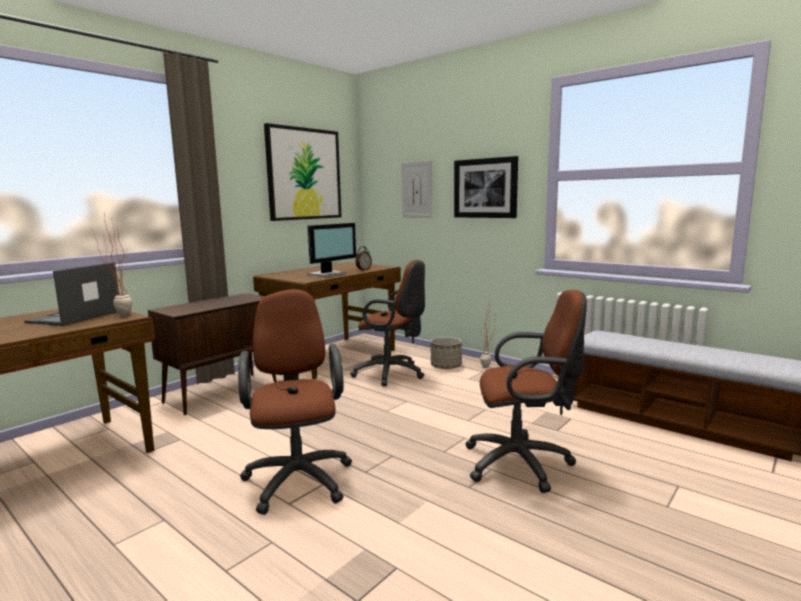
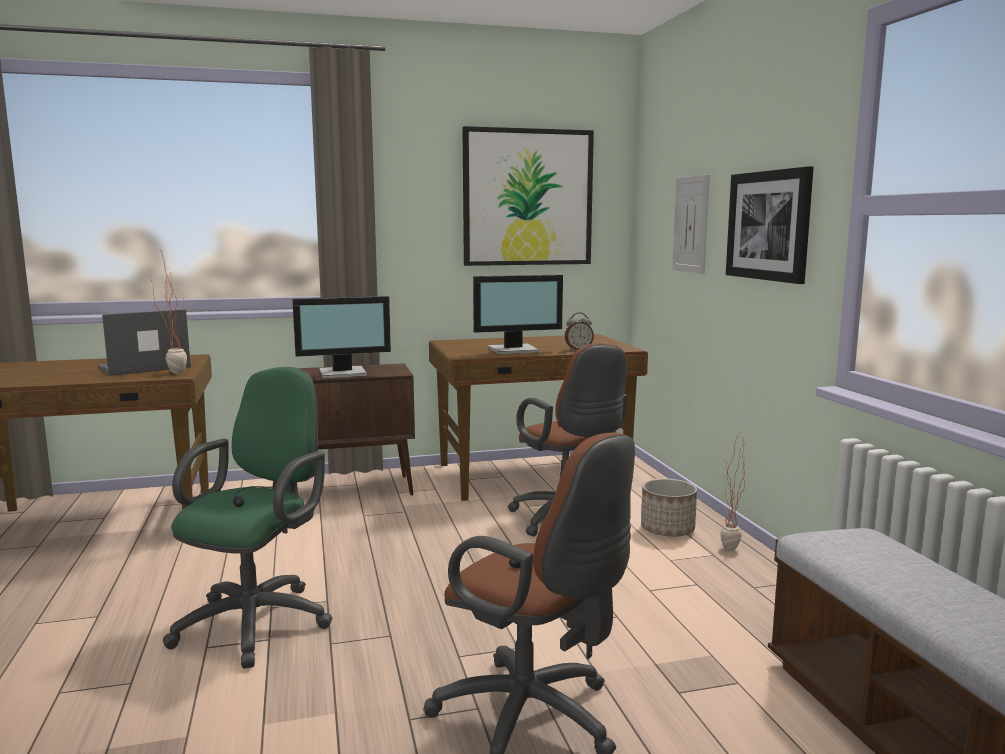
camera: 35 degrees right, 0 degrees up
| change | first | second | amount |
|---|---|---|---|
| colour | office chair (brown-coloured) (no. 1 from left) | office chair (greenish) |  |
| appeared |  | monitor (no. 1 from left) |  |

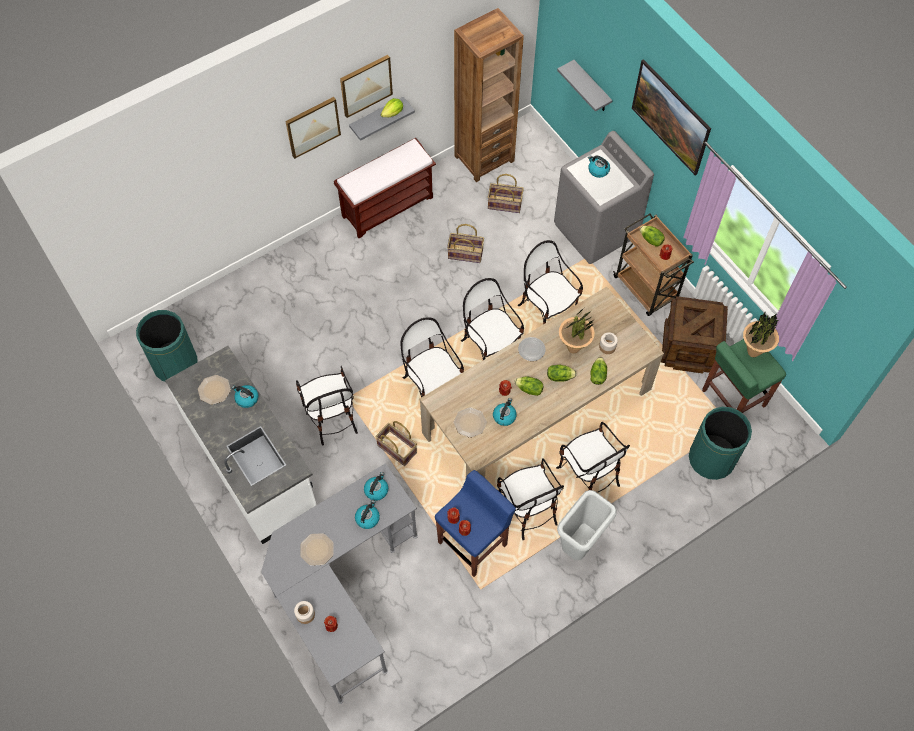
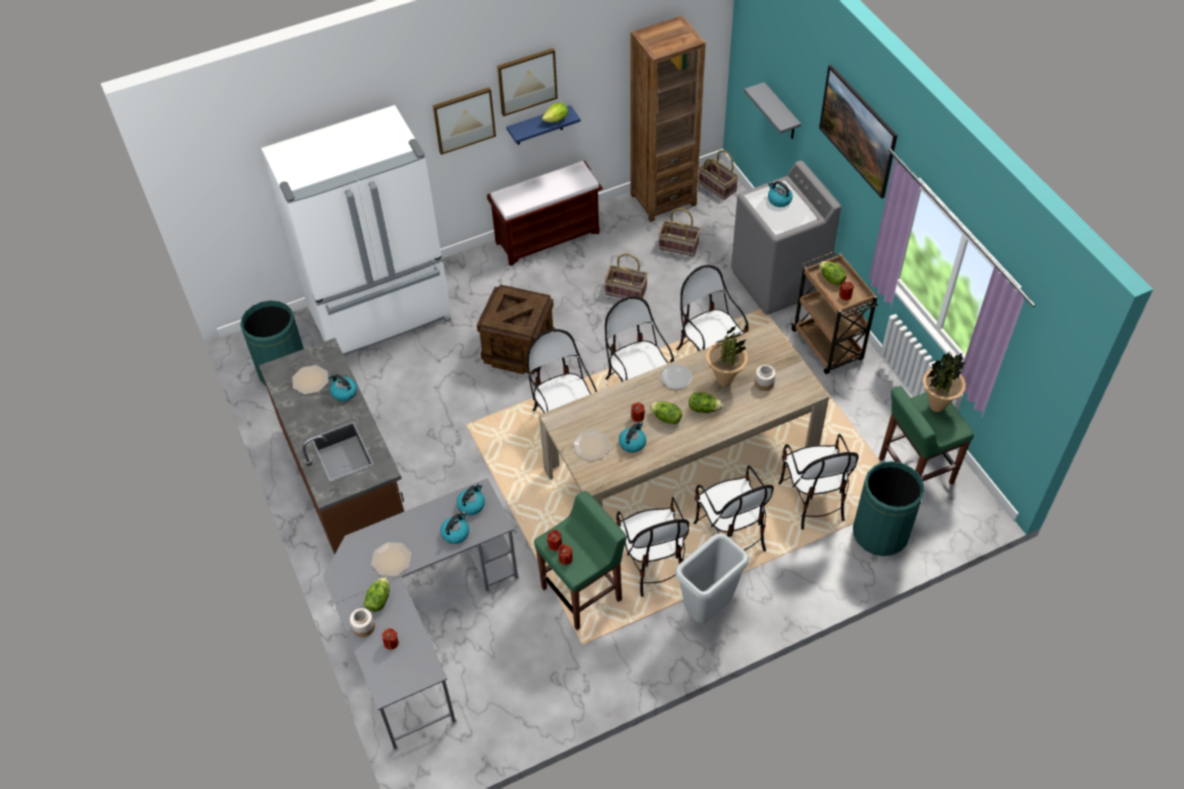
camera: 10 degrees right, 10 degrees down
| change | first | second | amount |
|---|---|---|---|
| colour | kitchen counter (whitish) | kitchen counter (brown-coloured) |  |
| relocated | plain chair (no. 1 from left in the first image) | plain chair (no. 6 from left) |  |
| colour | wall shelf (grey) (no. 1 from left) | wall shelf (blue-coloured) |  |
| relocated | household basket (no. 1 from left in the first image) | household basket (no. 3 from left) |  |
| colour | sitting stool (blue-coloured) | sitting stool (greenish) (no. 1 from left) |  |
| relocated | lettuce (no. 4 from left in the first image) | lettuce (no. 1 from left) |  |
| relocated | crate |  |  |
| appeared |  | kitchen fridge (whitish) |  |

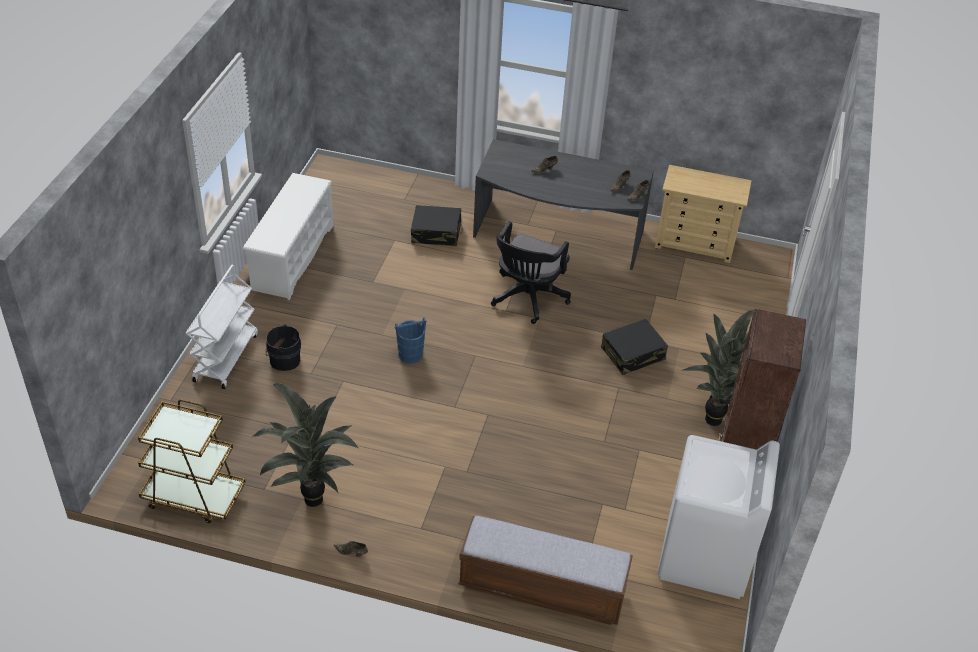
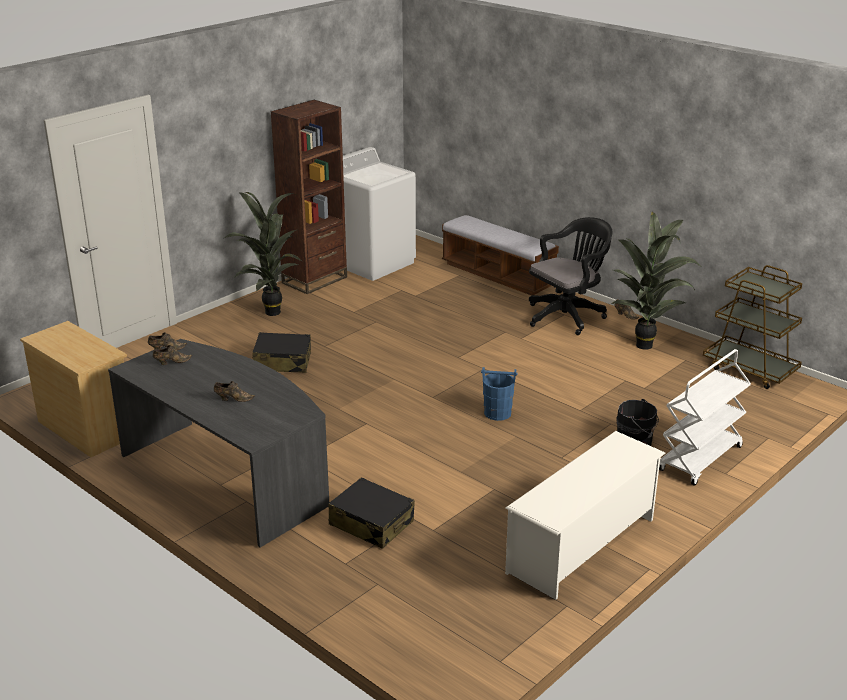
camera: 150 degrees left, 15 degrees down
| change | first | second | amount |
|---|---|---|---|
| relocated | office chair (black-coloured) |  |  |

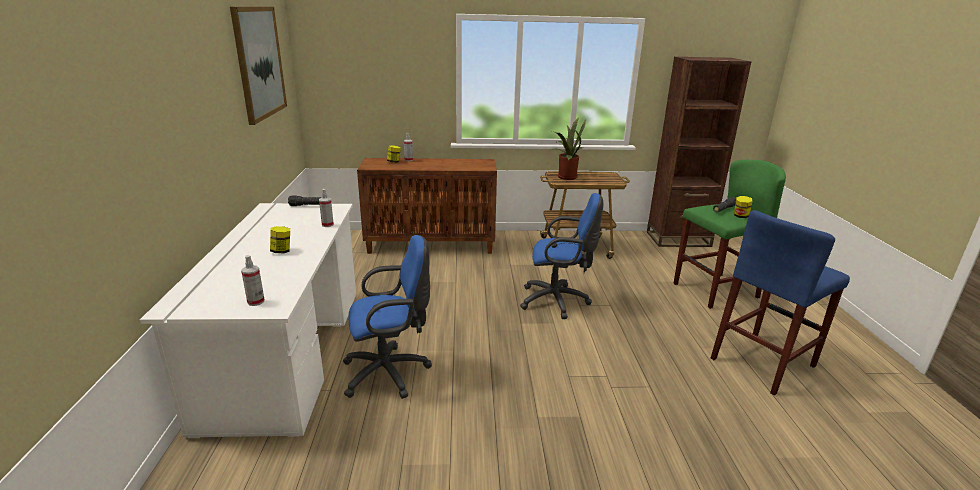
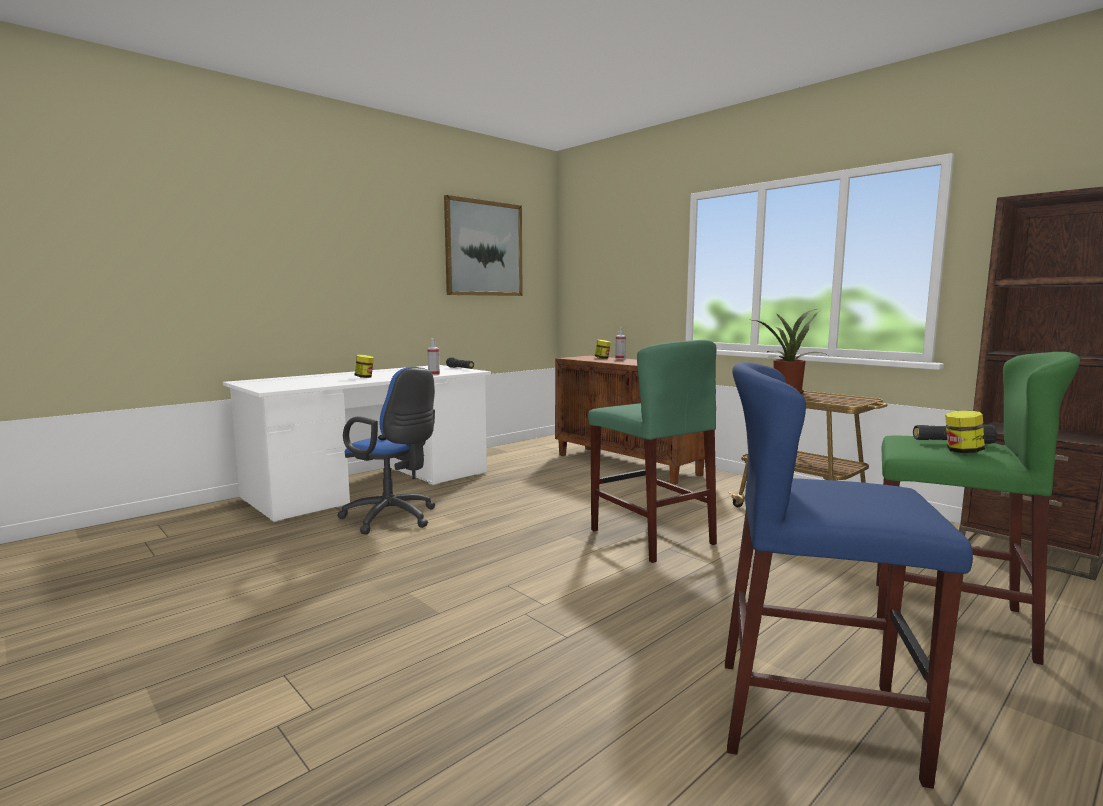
camera: 50 degrees right, 15 degrees down
| change | first | second | amount |
|---|---|---|---|
| missing | spray bottle (no. 1 from left) |  |  |
| exchanged | office chair (blue-coloured) (no. 2 from left) | sitting stool (greenish) (no. 1 from left) |  |

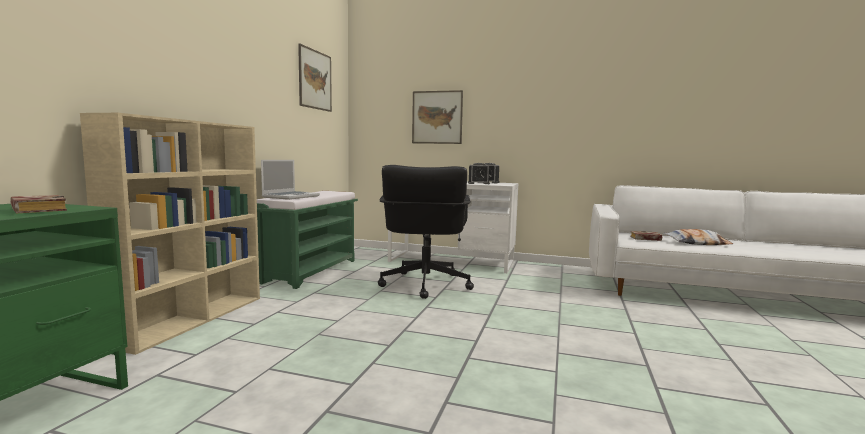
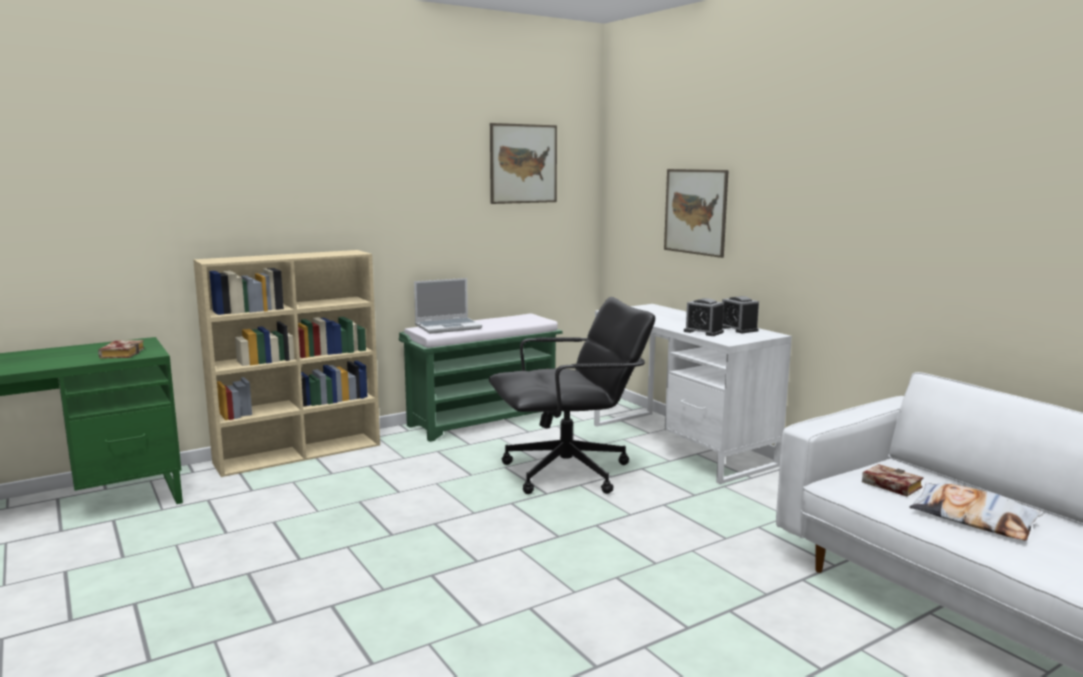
camera: 40 degrees right, 5 degrees up
| change | first | second | amount |
|---|---|---|---|
| spun | office chair (black-coloured) |  | 150 degrees counterclockwise |

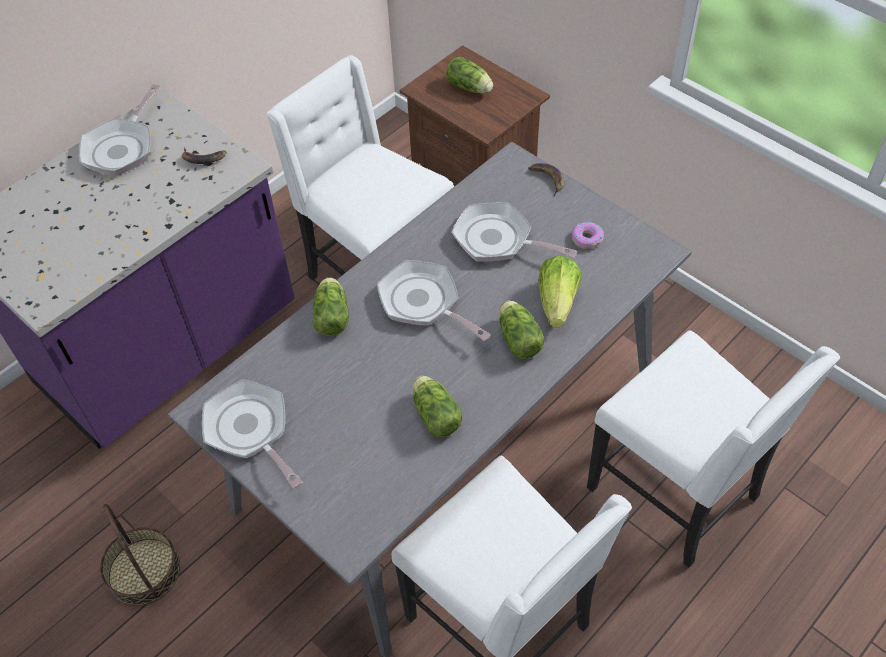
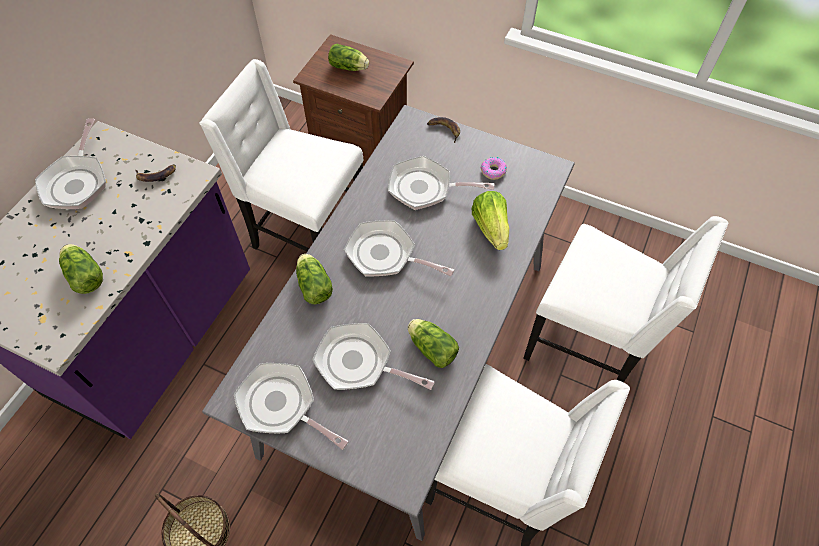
camera: 20 degrees left, 5 degrees up
| change | first | second | amount |
|---|---|---|---|
| relocated | lettuce (no. 4 from left in the first image) | lettuce (no. 1 from left) |  |
| appeared |  | frying pan (no. 3 from left) |  |

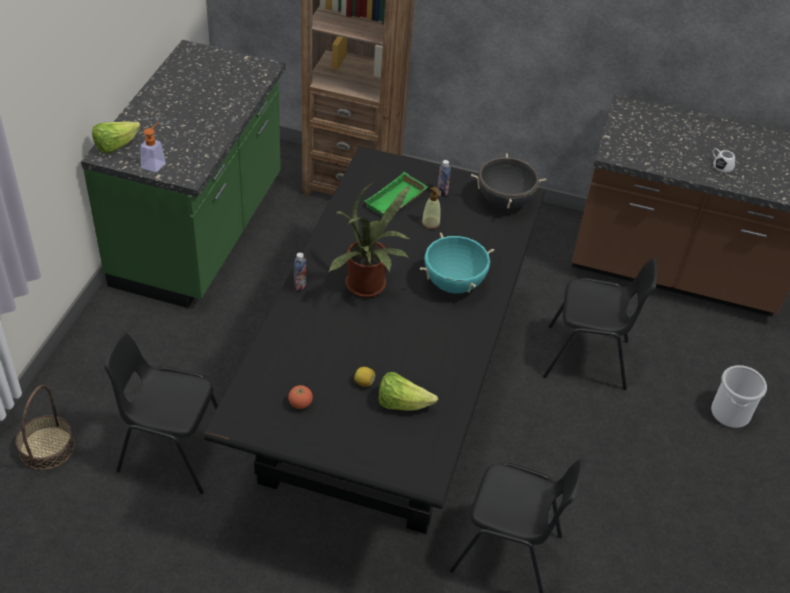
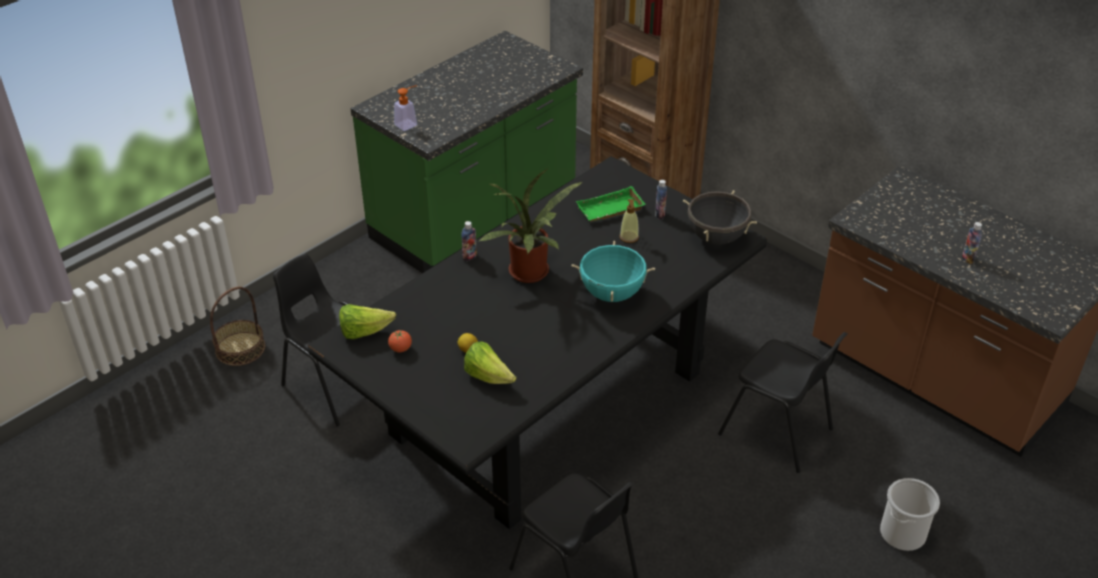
camera: 30 degrees right, 5 degrees down
| change | first | second | amount |
|---|---|---|---|
| relocated | lettuce (no. 1 from left) |  |  |
| exchanged | coffee mug (whitish) | drink bottle (no. 3 from left) |  |

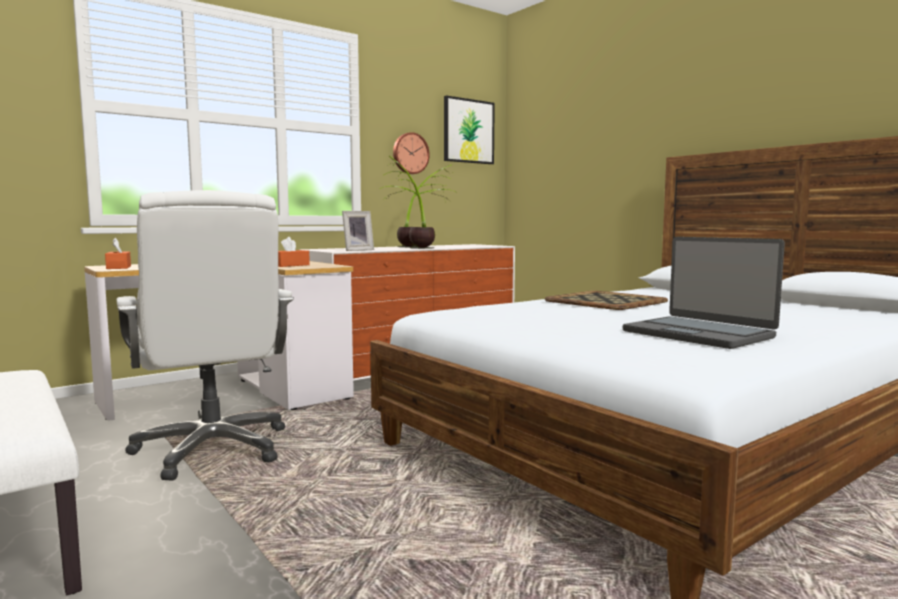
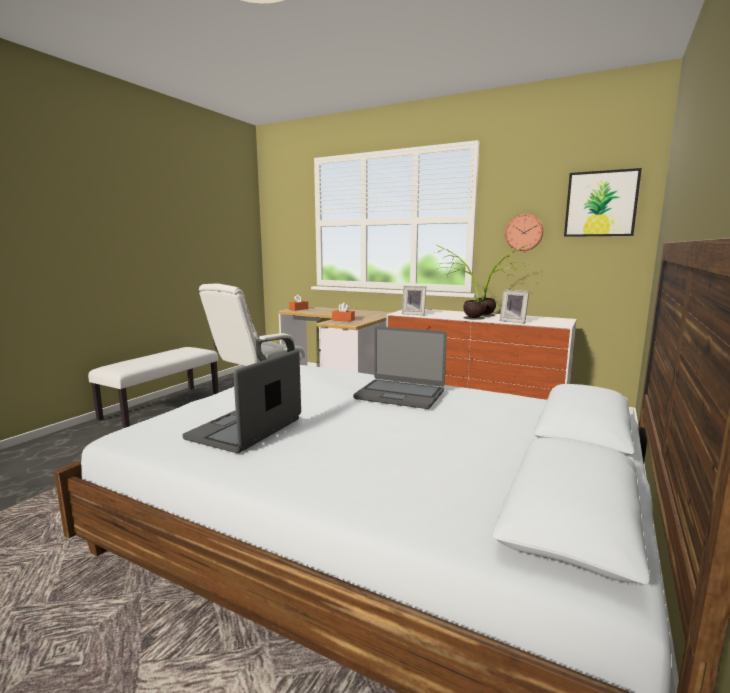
camera: 65 degrees right, 5 degrees up
| change | first | second | amount |
|---|---|---|---|
| exchanged | tray | portable computer (no. 2 from left) |  |
| appeared |  | picture frame (no. 2 from left) |  |

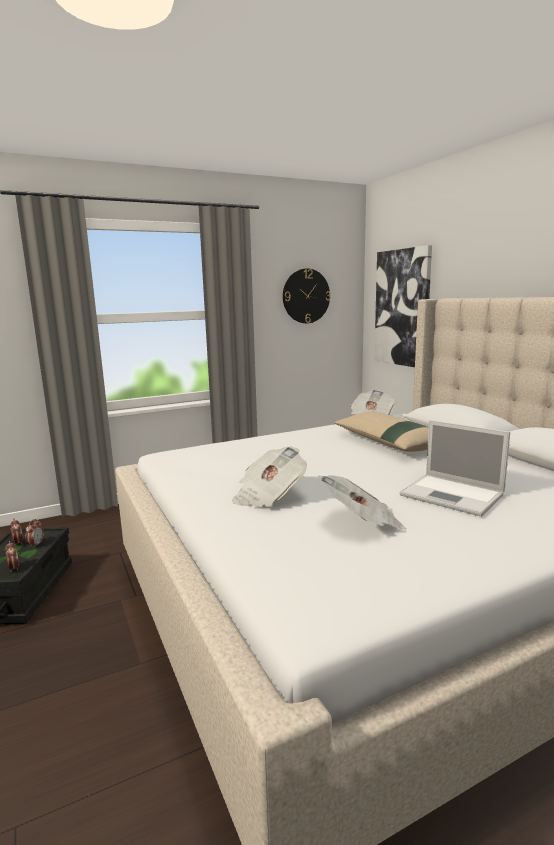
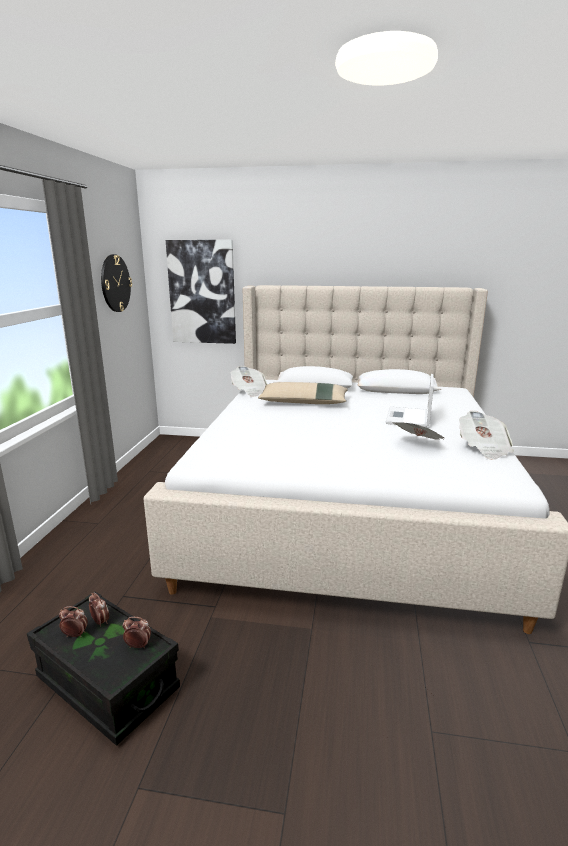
camera: 55 degrees left, 5 degrees up
| change | first | second | amount |
|---|---|---|---|
| relocated | printed paper (no. 1 from left in the first image) | printed paper (no. 3 from left) |  |
| spun | portable computer |  | 120 degrees clockwise |

